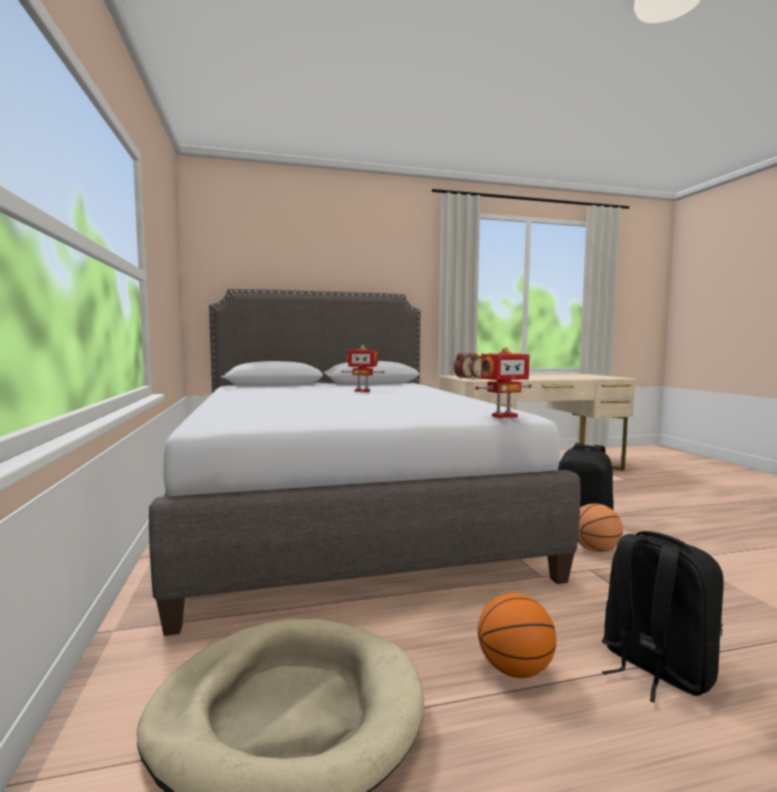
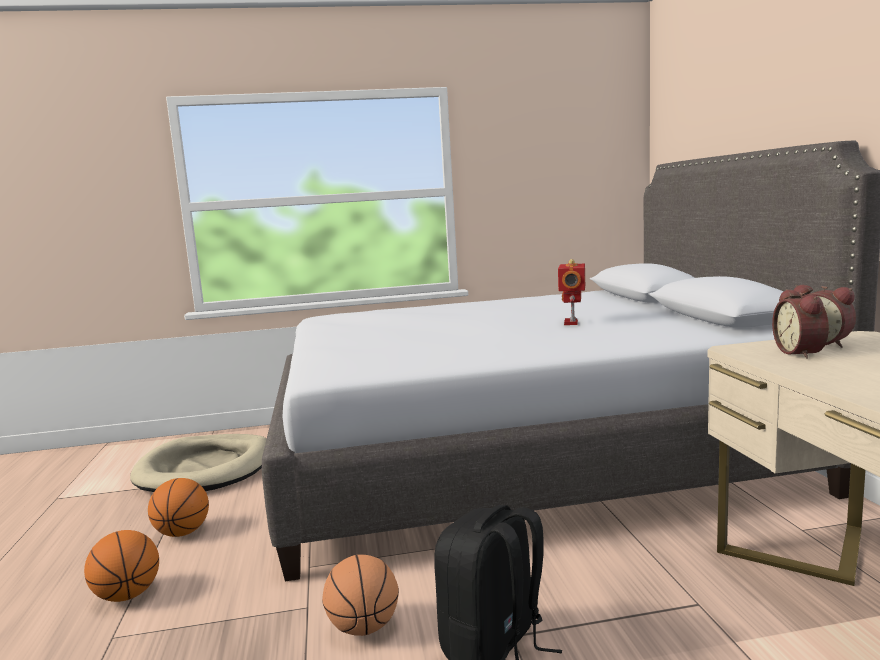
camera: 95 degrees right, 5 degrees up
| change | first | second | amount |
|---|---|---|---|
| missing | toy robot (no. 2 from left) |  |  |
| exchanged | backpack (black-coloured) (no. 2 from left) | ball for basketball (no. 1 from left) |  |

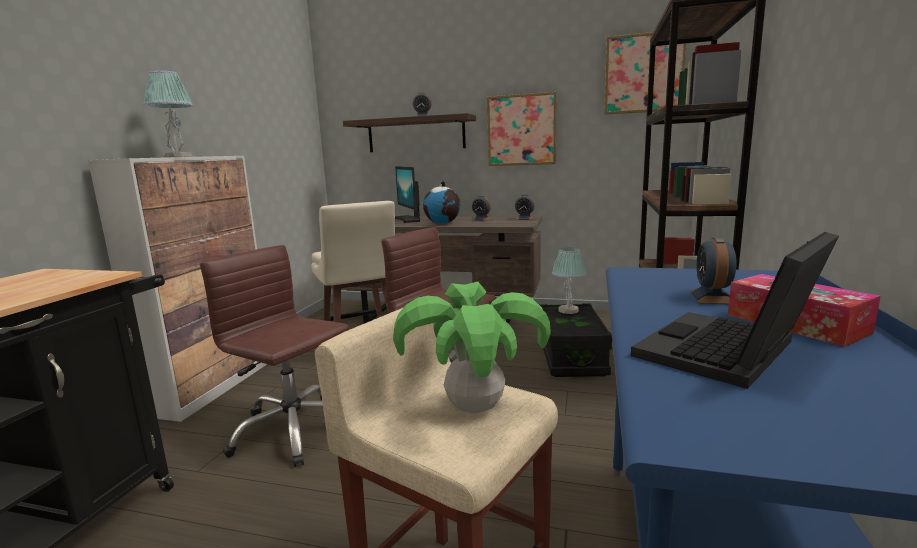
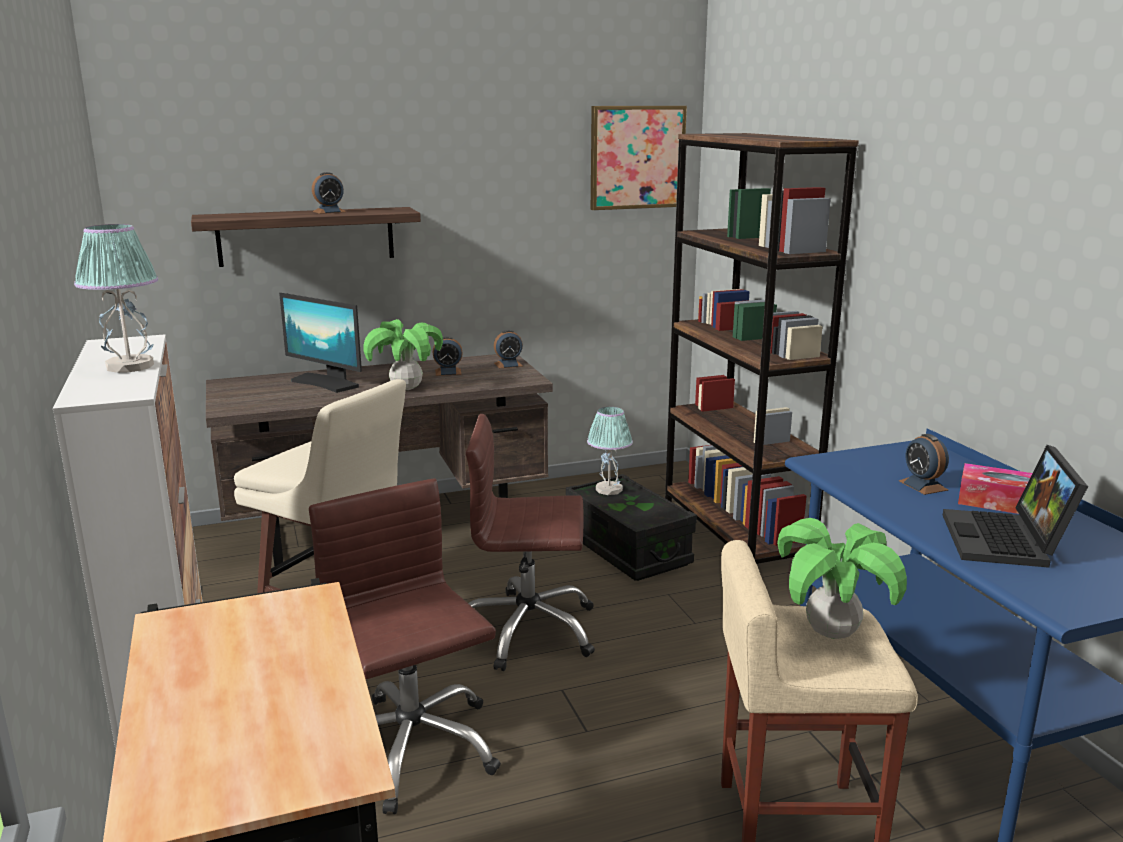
camera: 35 degrees left, 5 degrees up
| change | first | second | amount |
|---|---|---|---|
| spun | office chair (brown-coloured) (no. 1 from left) |  | 60 degrees clockwise |
| exchanged | globe | plant in a pot (no. 1 from left) |  |
| missing | picture (no. 1 from left) |  |  |

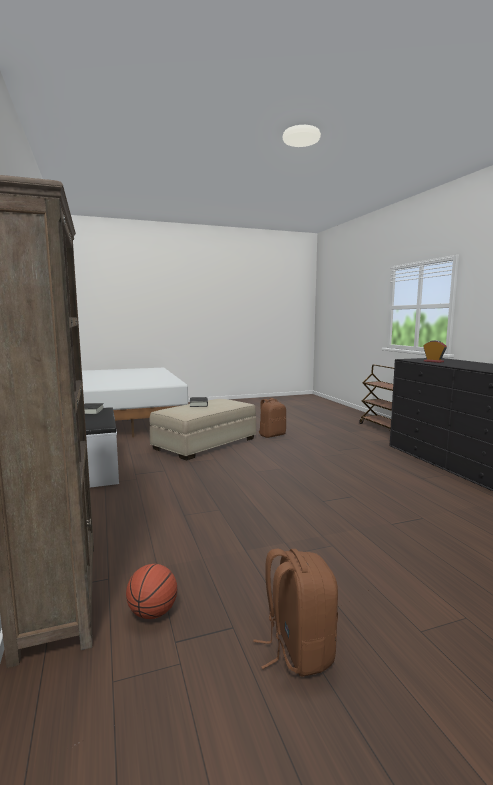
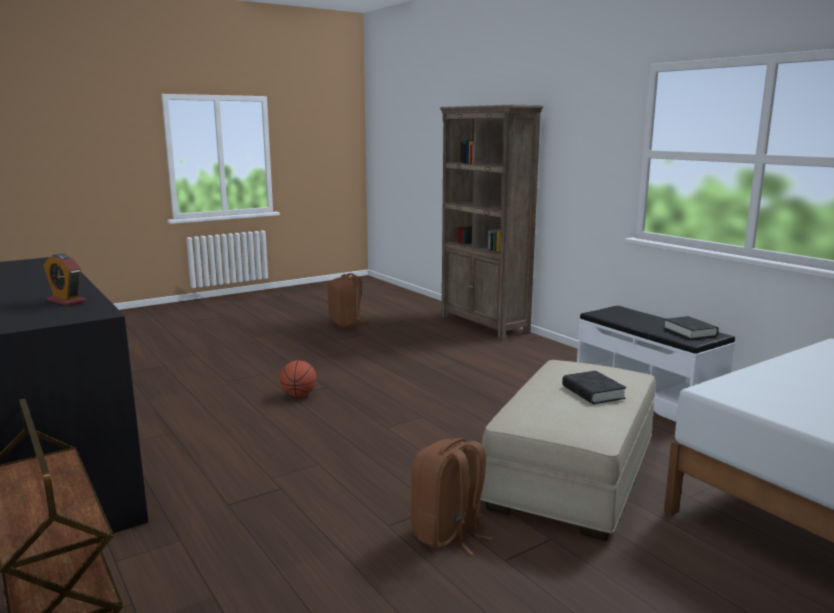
camera: 165 degrees right, 5 degrees up
| change | first | second | amount |
|---|---|---|---|
| relocated | ball for basketball |  |  |

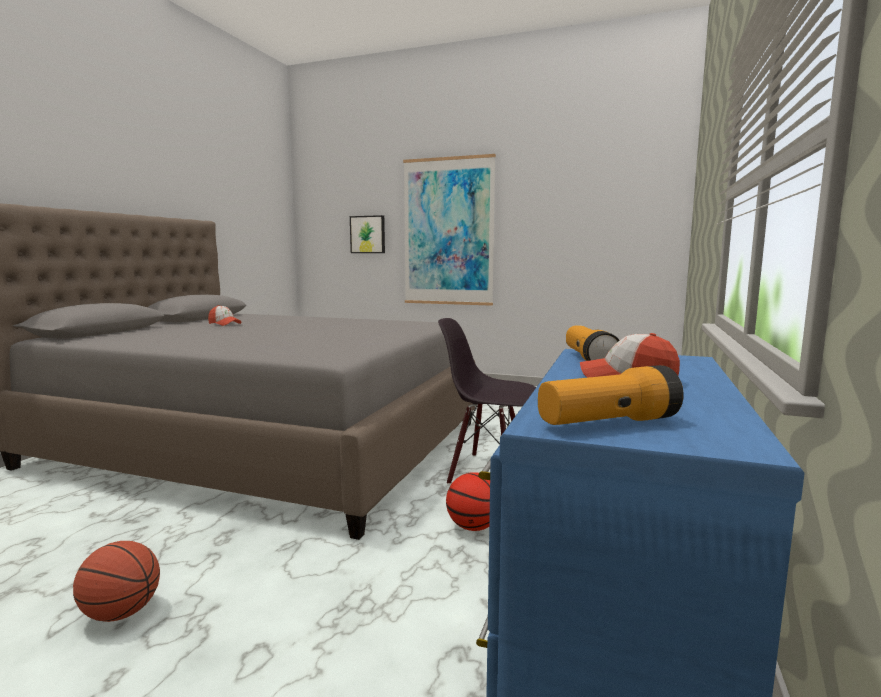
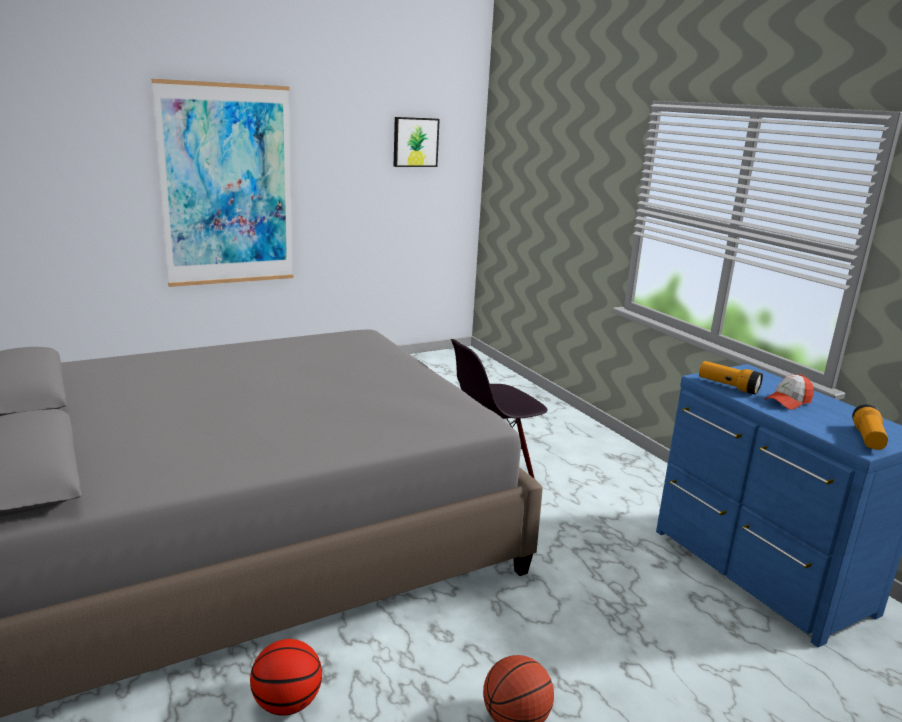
camera: 50 degrees left, 10 degrees up
| change | first | second | amount |
|---|---|---|---|
| missing | baseball cap (no. 1 from left) |  |  |
| relocated | picture (no. 1 from left in the first image) | picture (no. 2 from left) |  |
| relocated | ball for basketball (no. 2 from left in the first image) | ball for basketball (no. 1 from left) |  |

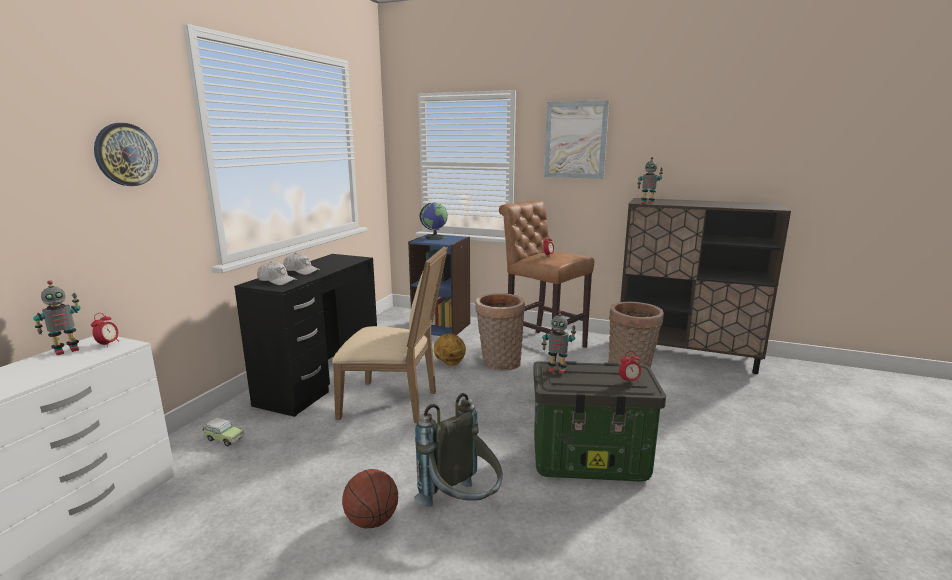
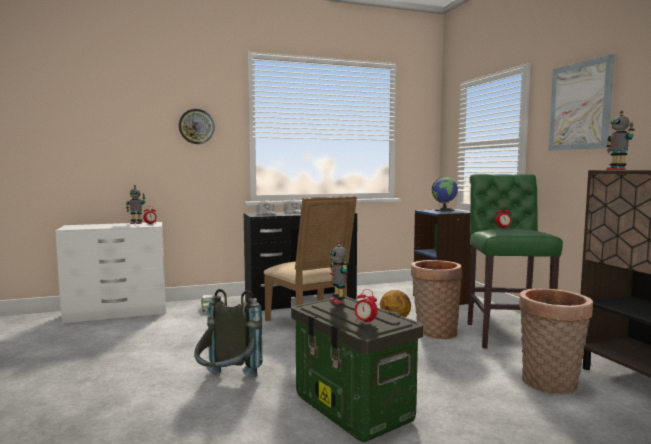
camera: 50 degrees right, 10 degrees down
| change | first | second | amount |
|---|---|---|---|
| missing | ball for basketball (no. 1 from left) |  |  |
| colour | sitting stool (brown-coloured) | sitting stool (greenish) |  |

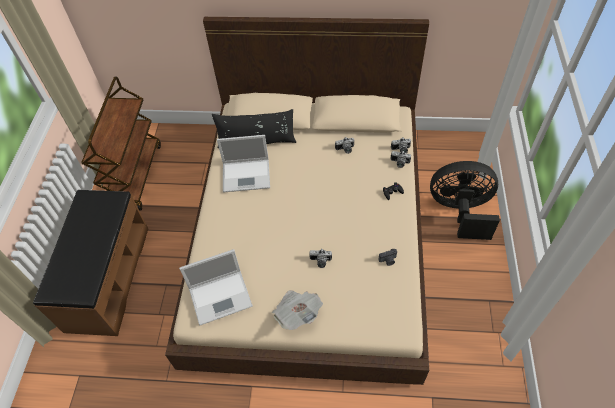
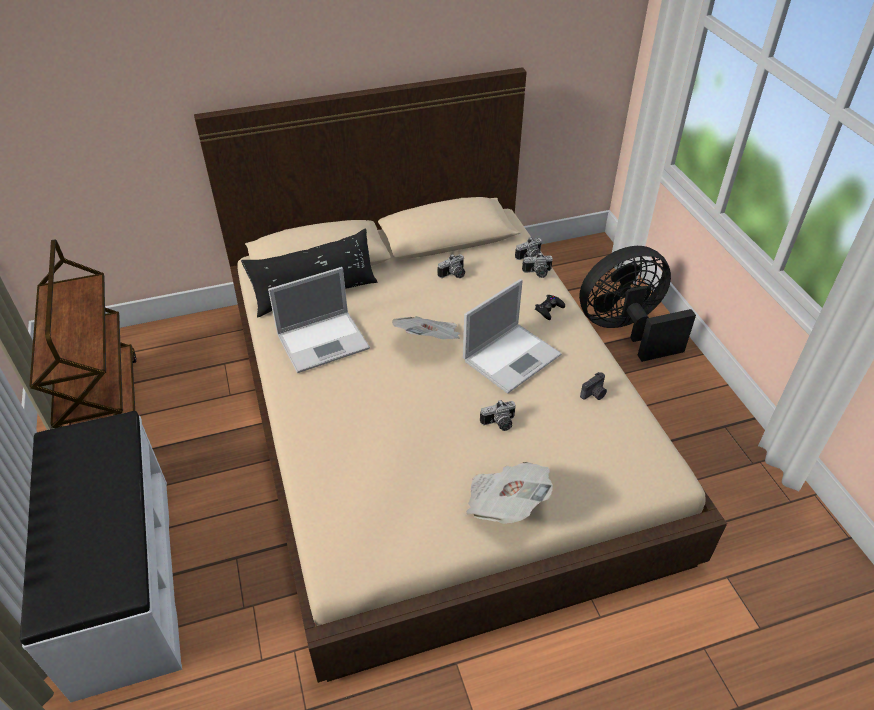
camera: 25 degrees left, 10 degrees down
| change | first | second | amount |
|---|---|---|---|
| colour | bench (brown-coloured) | bench (whitish) |  |
| relocated | portable computer (no. 1 from left in the first image) | portable computer (no. 2 from left) |  |
| appeared |  | printed paper (no. 1 from left) |  |

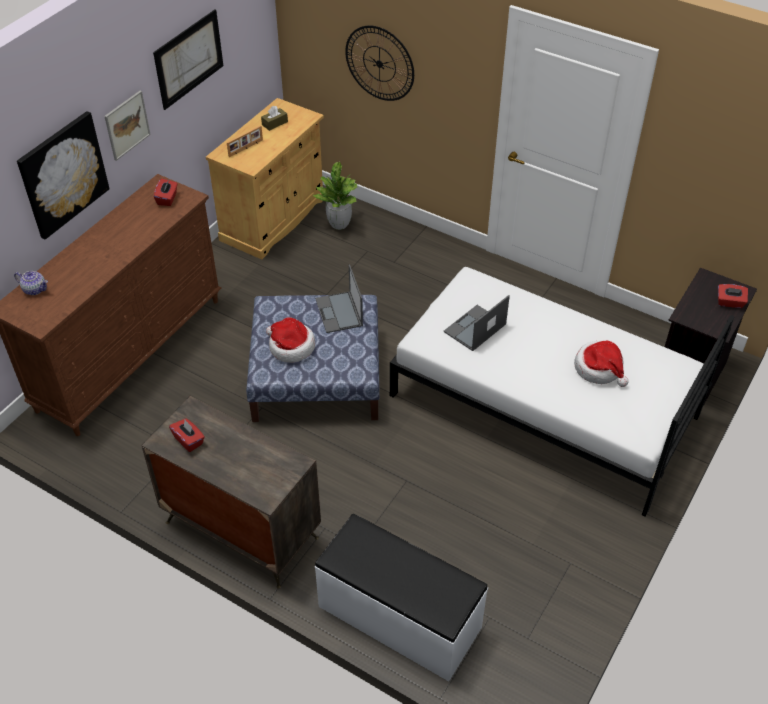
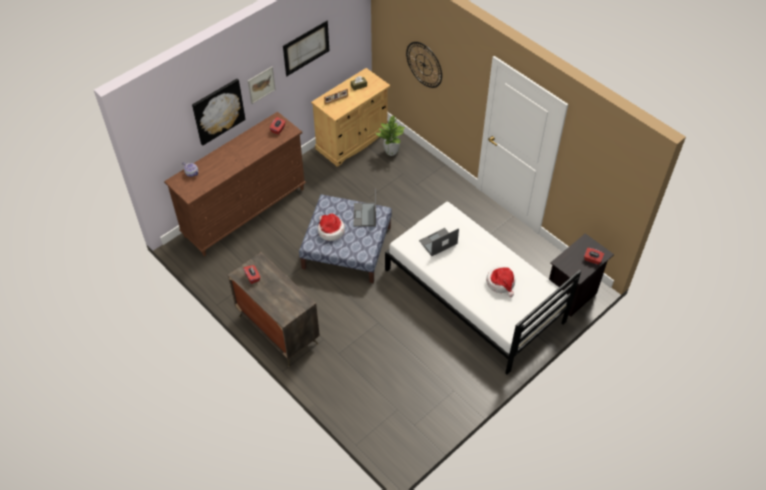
camera: 15 degrees right, 5 degrees up
| change | first | second | amount |
|---|---|---|---|
| missing | bench (whitish) |  |  |

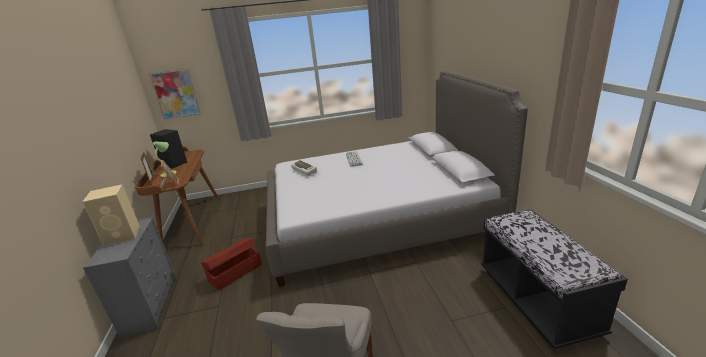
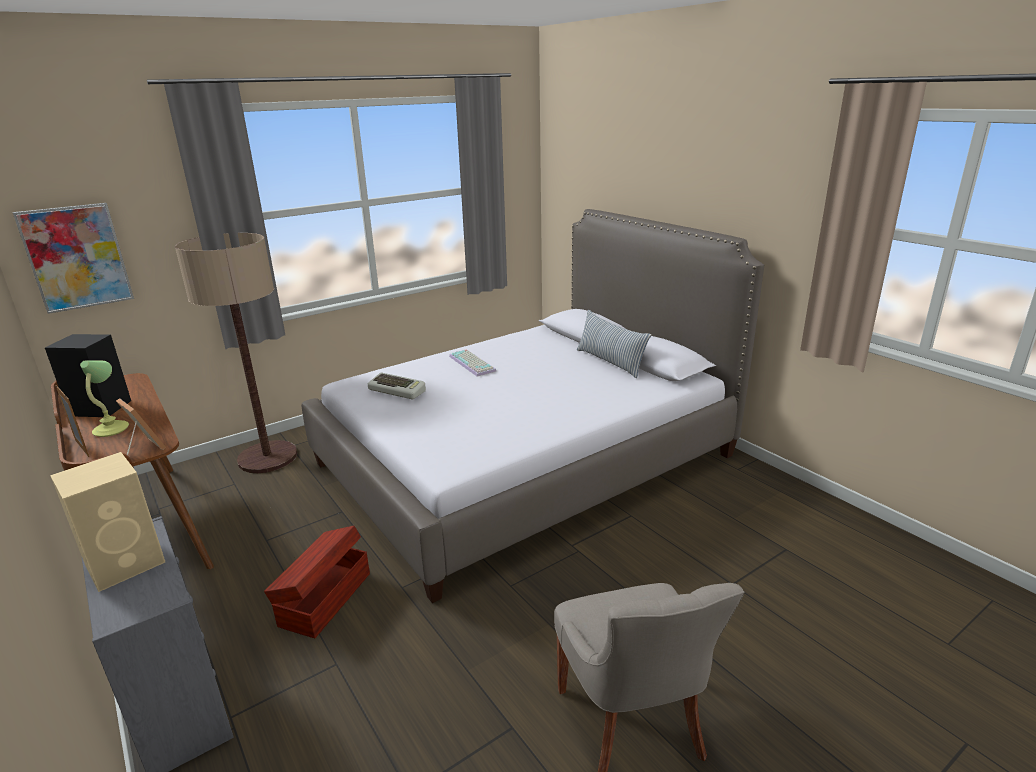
camera: 25 degrees left, 0 degrees up
| change | first | second | amount |
|---|---|---|---|
| missing | bench (black-coloured) |  |  |
| appeared |  | floor lamp |  |
| appeared |  | throw pillow |  |

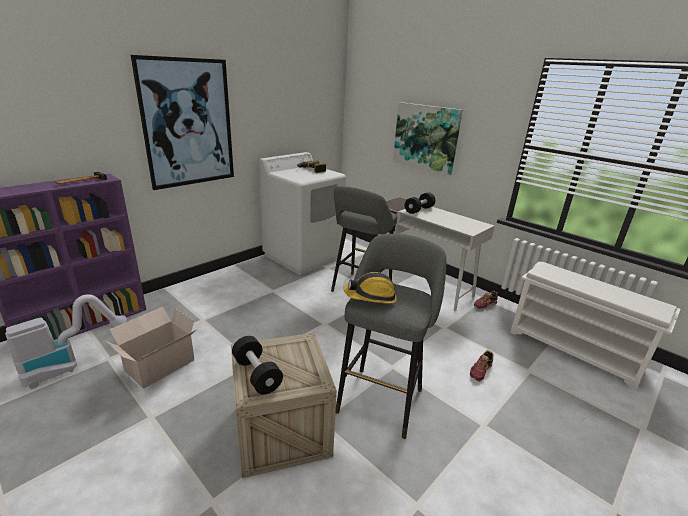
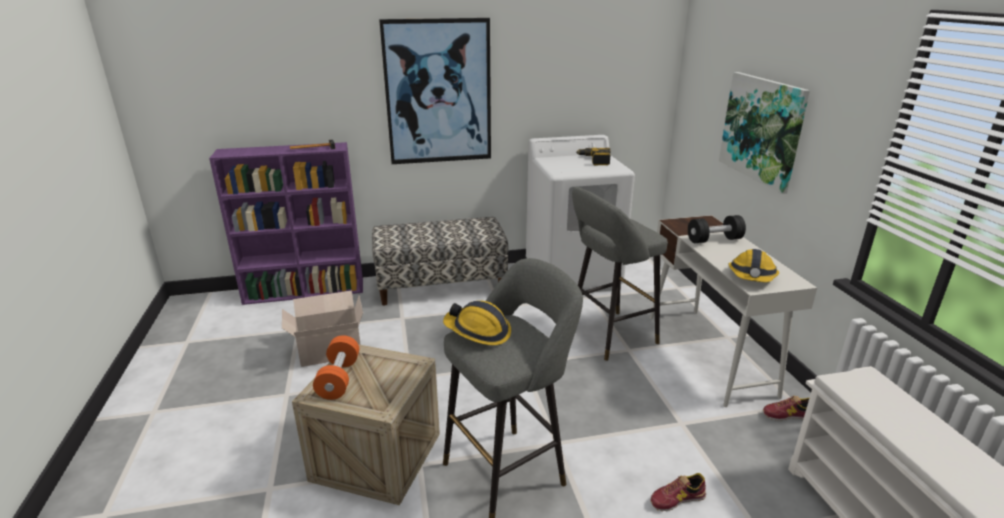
camera: 35 degrees right, 0 degrees up
| change | first | second | amount |
|---|---|---|---|
| missing | hoover |  |  |
| colour | dumbbell (black-coloured) (no. 1 from left) | dumbbell (orange) |  |
| appeared |  | bench |  |
| appeared |  | hard hat (no. 2 from left) |  |

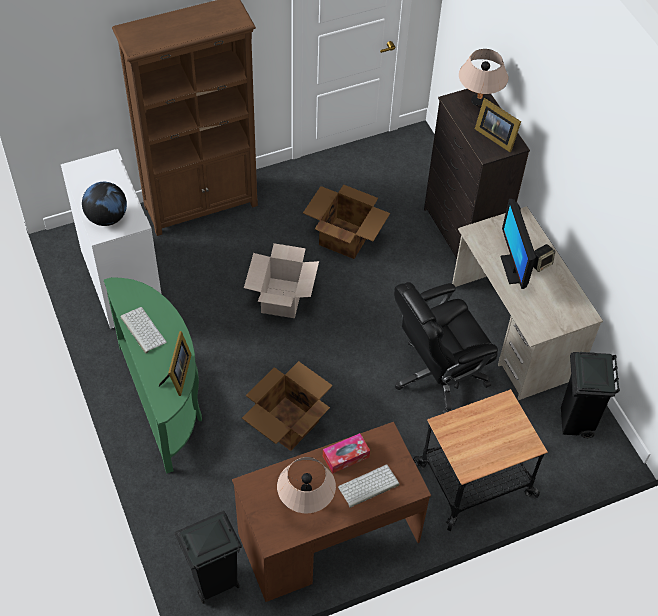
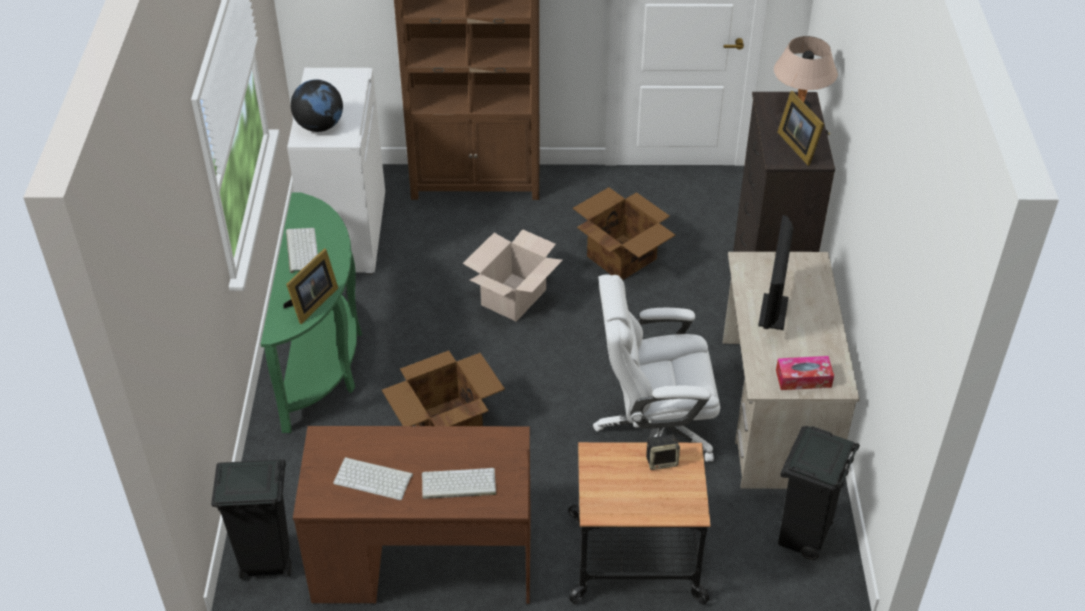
camera: 25 degrees right, 10 degrees down
| change | first | second | amount |
|---|---|---|---|
| exchanged | tabletop lamp (sand-coloured) (no. 1 from left) | keyboard (no. 2 from left) |  |
| relocated | box of tissues |  |  |
| colour | office chair (black-coloured) | office chair (whitish) |  |
| relocated | audio speaker |  |  |

